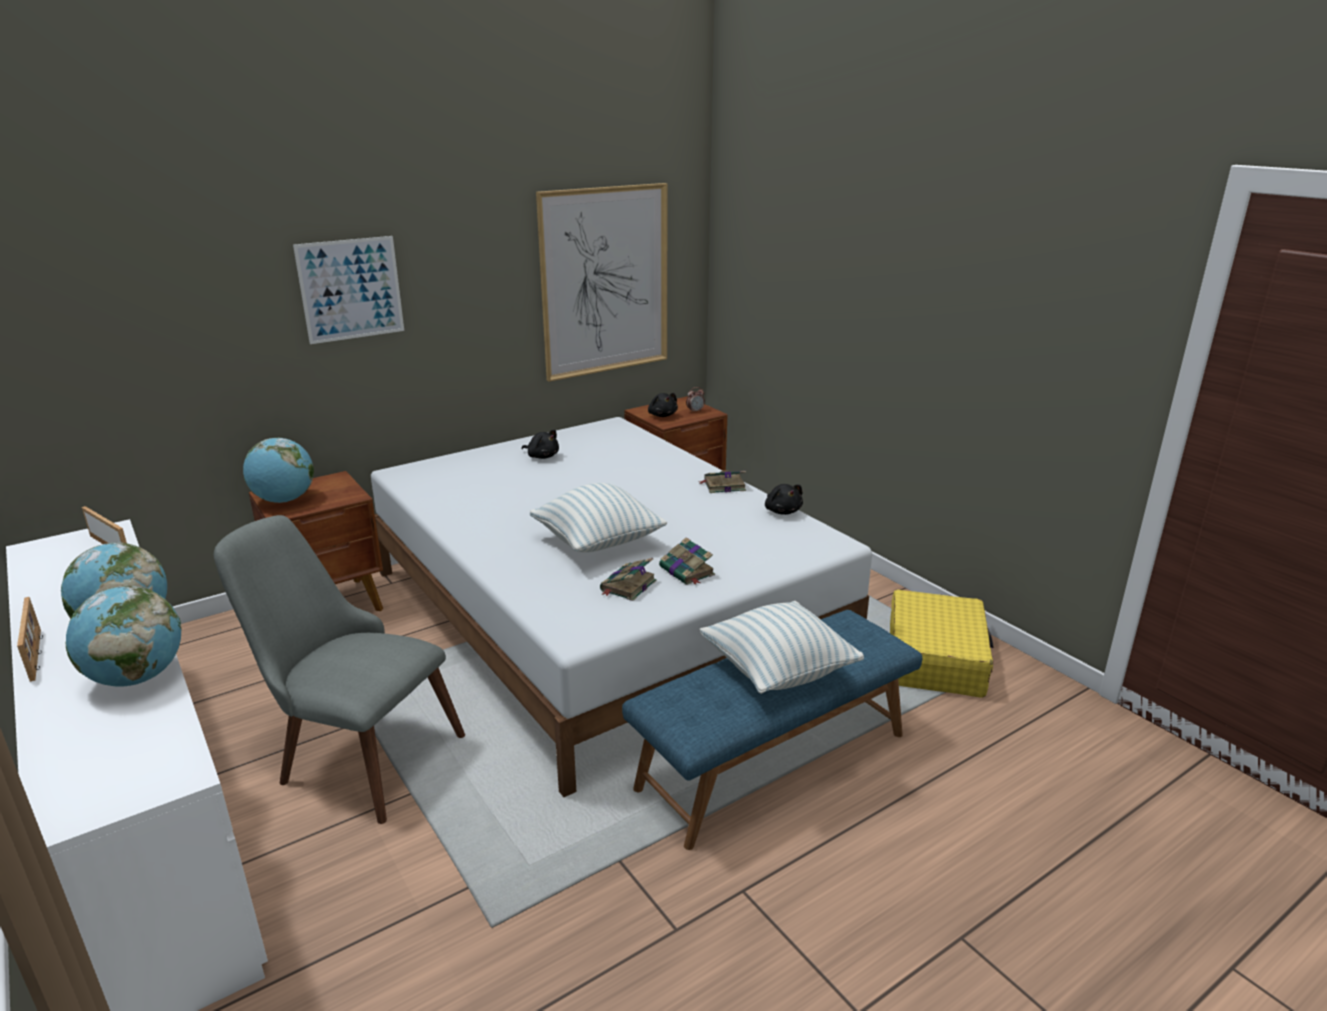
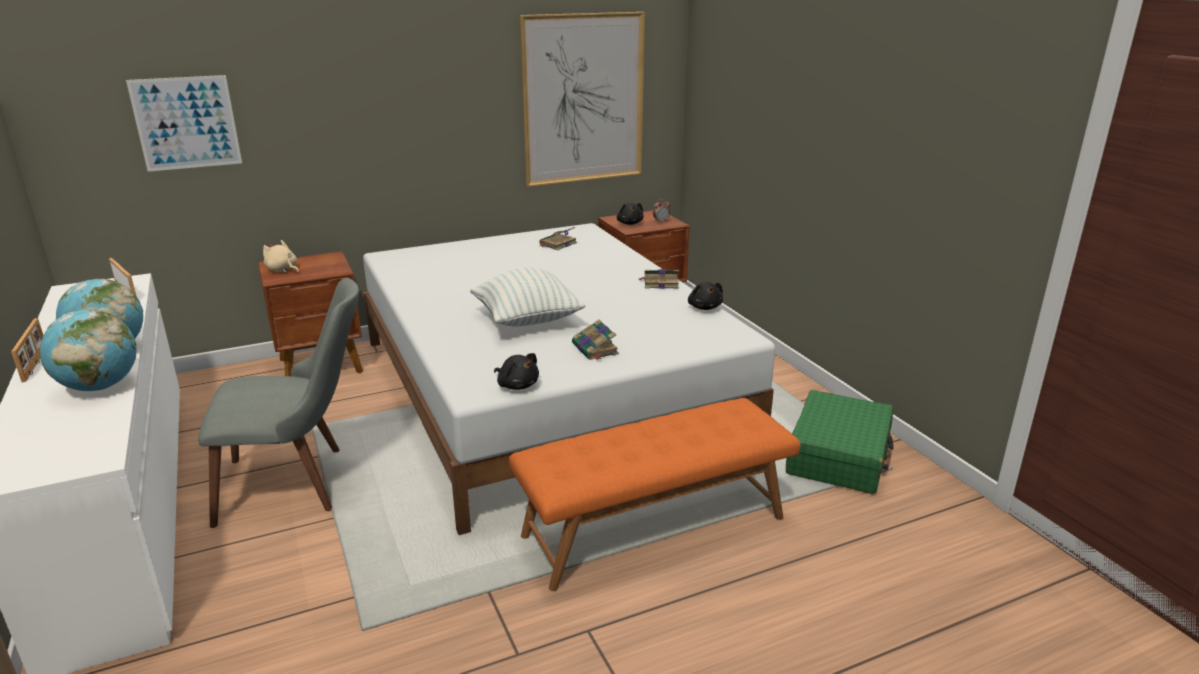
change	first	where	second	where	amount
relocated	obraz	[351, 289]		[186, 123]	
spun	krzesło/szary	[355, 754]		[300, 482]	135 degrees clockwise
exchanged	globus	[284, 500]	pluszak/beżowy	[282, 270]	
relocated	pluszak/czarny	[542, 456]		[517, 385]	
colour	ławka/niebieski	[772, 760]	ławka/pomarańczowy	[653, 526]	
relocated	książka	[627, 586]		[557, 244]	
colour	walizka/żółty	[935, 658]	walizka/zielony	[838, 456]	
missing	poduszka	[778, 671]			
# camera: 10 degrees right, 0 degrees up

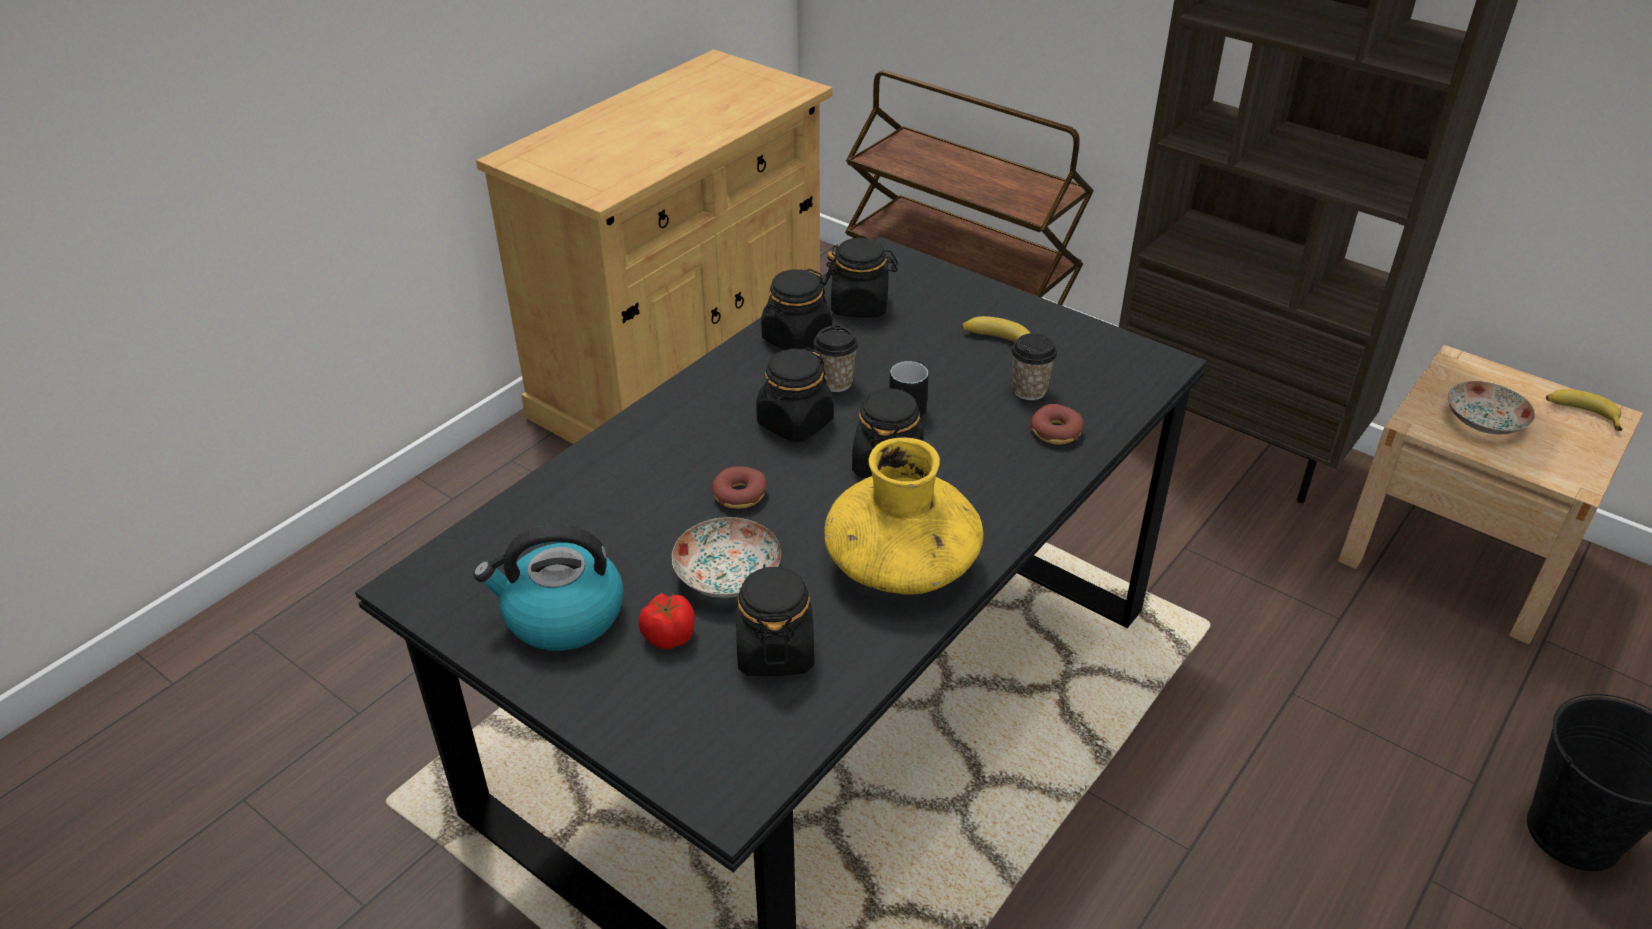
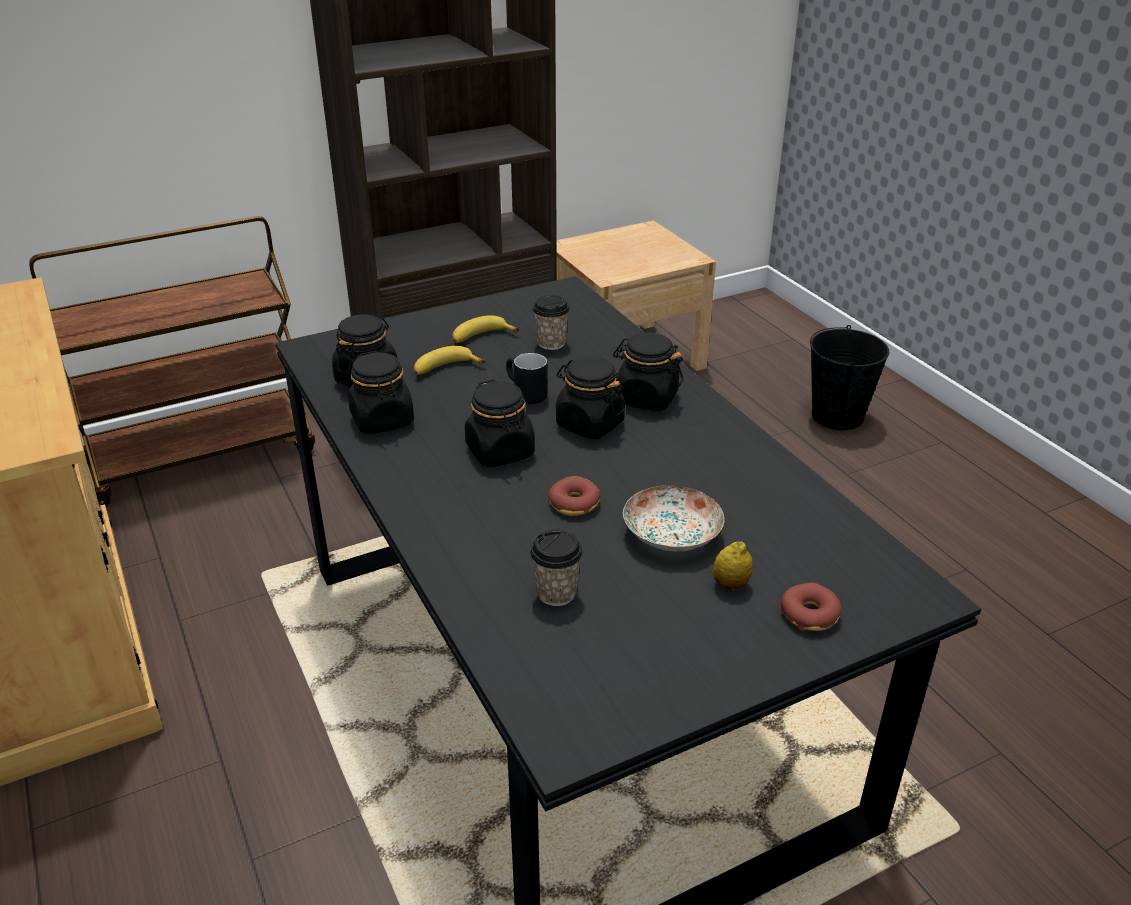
change	first	where	second	where	amount
relocated	banan	[1581, 413]		[445, 369]	
relocated	filiżanka	[835, 382]		[556, 593]	
relocated	słoik/czarny	[775, 651]		[646, 398]	
exchanged	pomidor	[668, 636]	cytryna	[730, 584]	
relocated	donut	[1056, 432]		[809, 614]	
missing	czajnik	[562, 616]			
missing	wazon/żółty	[901, 564]			
missing	talerz	[1482, 421]			
# camera: 65 degrees left, 5 degrees down

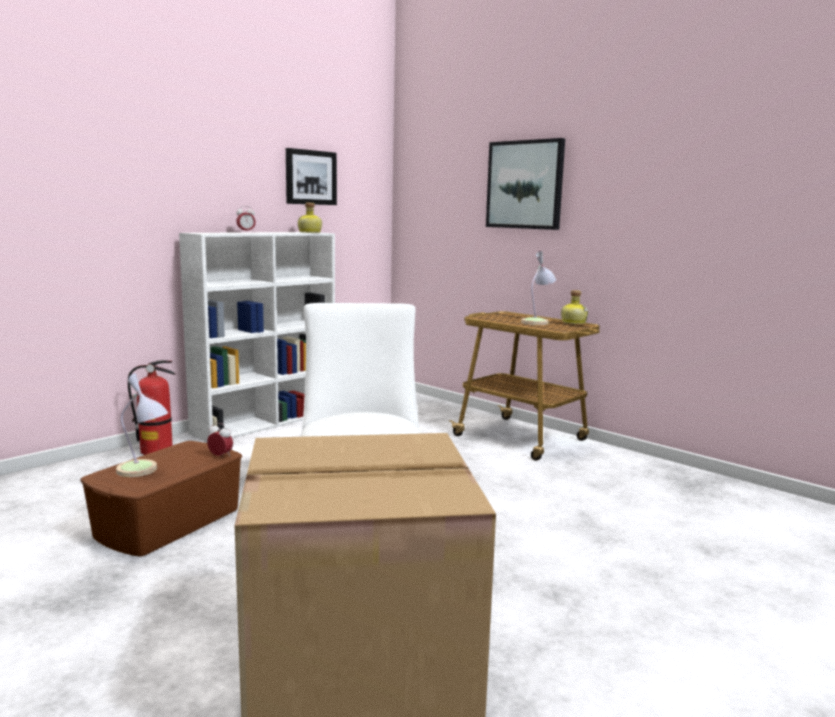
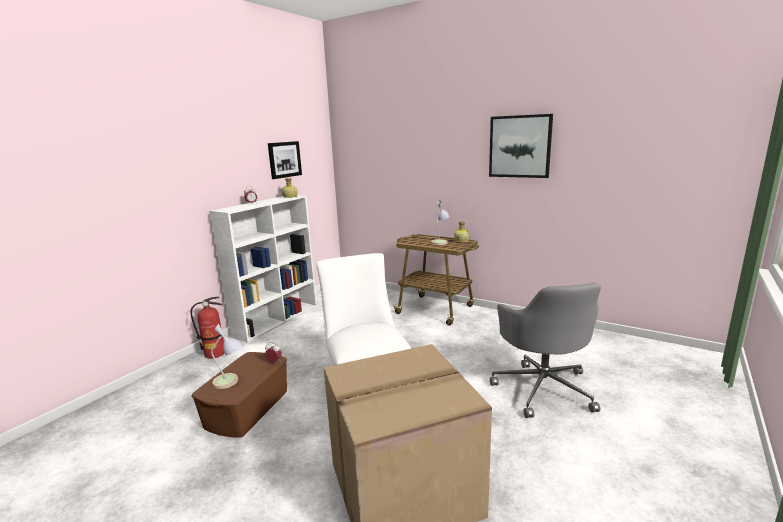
change	first	where	second	where	amount
relocated	obraz	[525, 185]		[520, 146]	
appeared			krzesło biurowe/szary	[543, 388]	
# camera: 10 degrees left, 5 degrees up

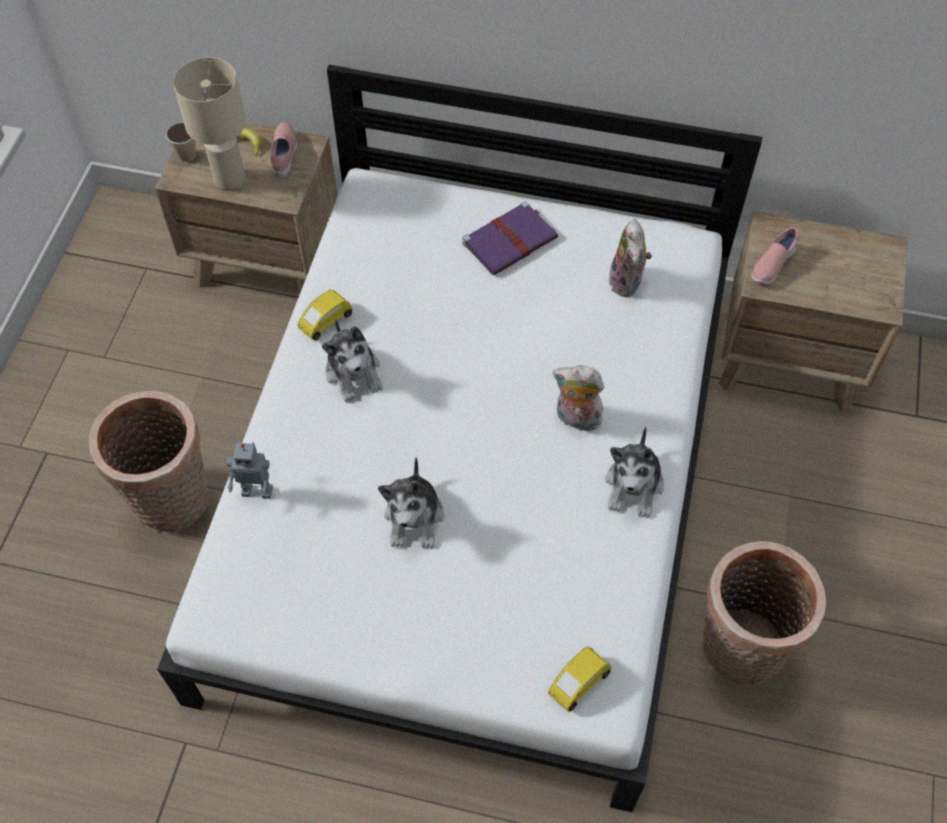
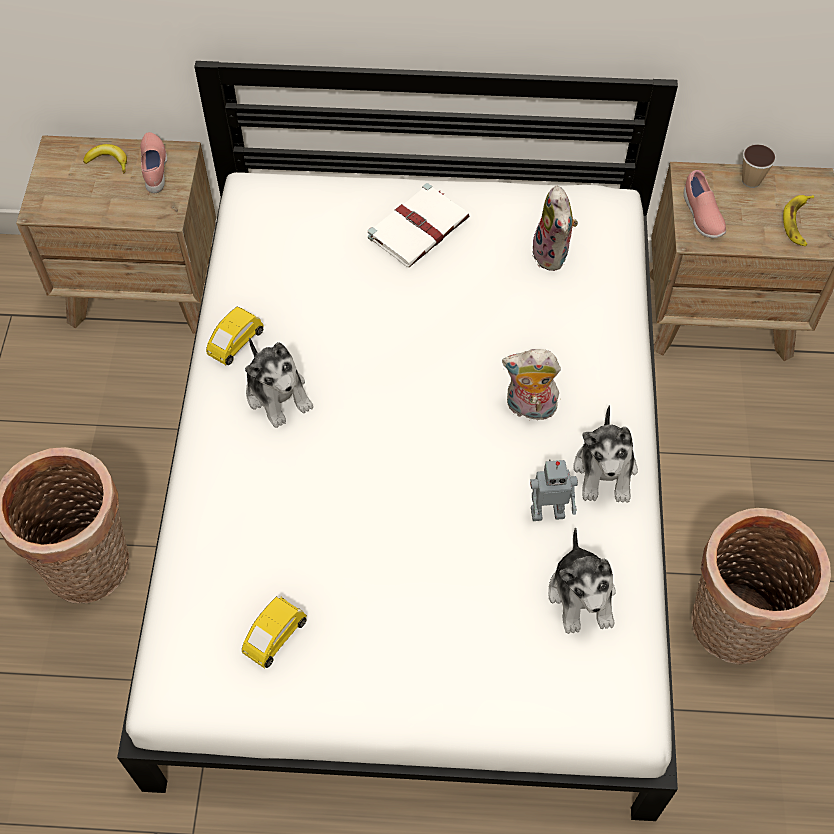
change	first	where	second	where	amount
relocated	samochodzik/żółty	[578, 682]		[274, 636]	
colour	książka/fioletowy	[511, 240]	książka/biały	[419, 227]	
relocated	robot zabawkowy	[257, 489]		[547, 511]	
relocated	pluszak	[414, 517]		[582, 595]	
spun	but/różowy	[771, 265]		[701, 216]	45 degrees counterclockwise
relocated	filiżanka	[187, 155]		[751, 180]	
appeared			banan	[798, 223]	
missing	lampa stołowa/beżowy	[229, 179]			
# camera: 10 degrees left, 0 degrees up

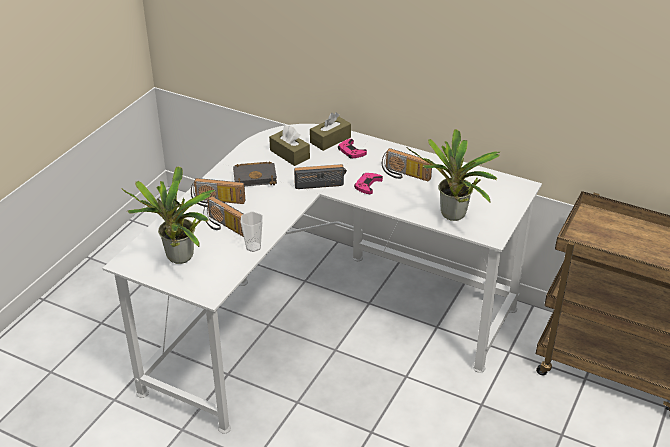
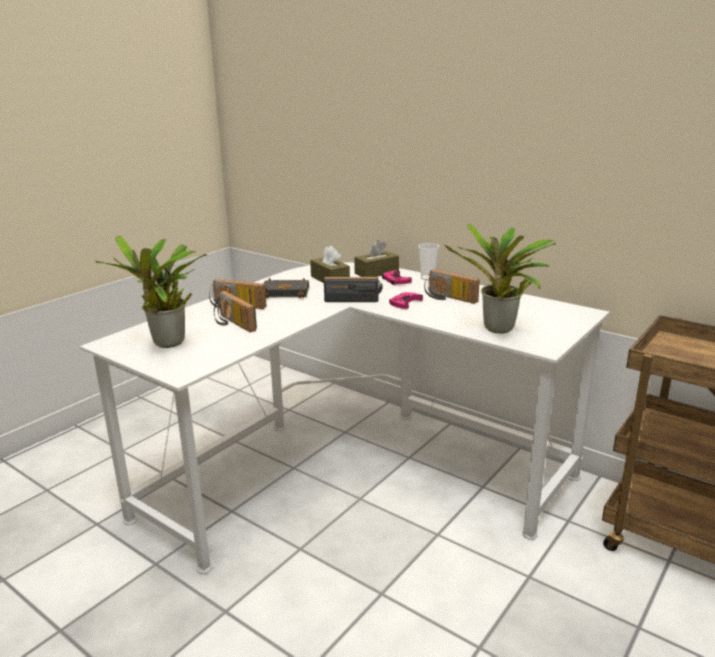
change	first	where	second	where	amount
relocated	filiżanka	[253, 247]		[428, 278]	
# camera: 10 degrees right, 15 degrees down

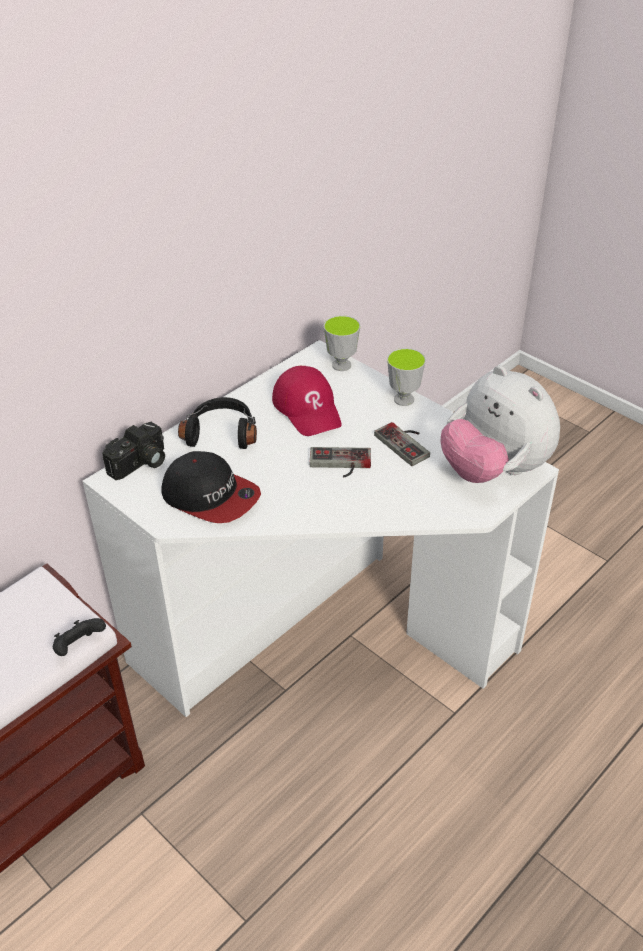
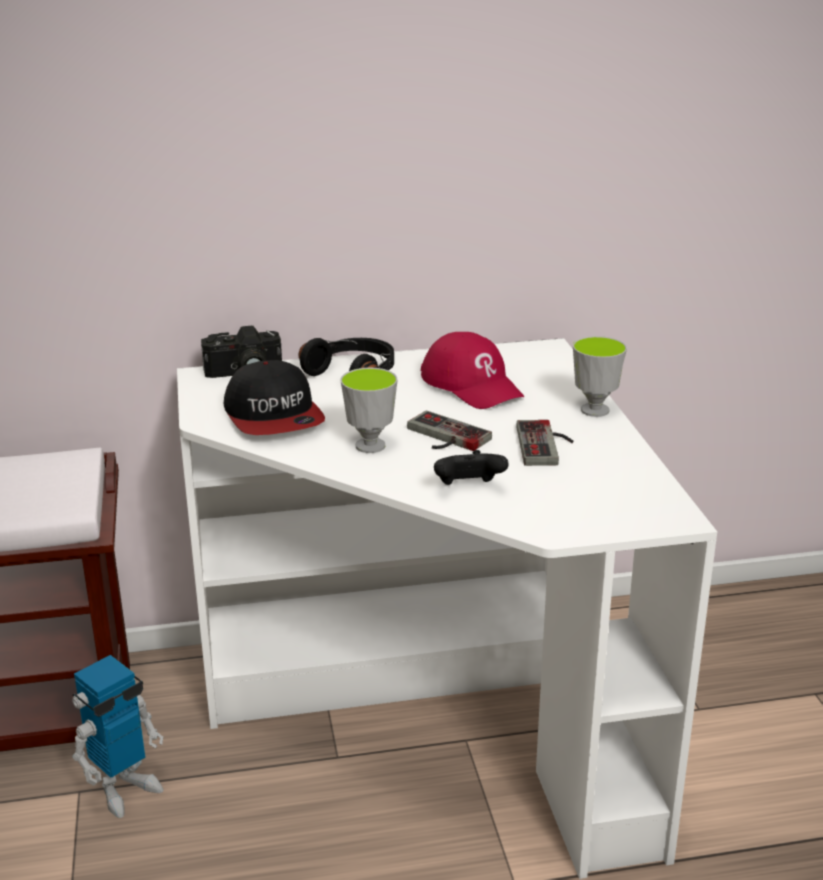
change	first	where	second	where	amount
appeared			robot zabawkowy	[125, 789]	
relocated	filiżanka	[341, 365]		[370, 446]	
spun	czapka z daszkiem/czerwony	[308, 408]		[472, 384]	45 degrees counterclockwise
relocated	pad do gier/czarny	[79, 647]		[468, 488]	
missing	pluszak	[494, 470]			
# camera: 35 degrees right, 15 degrees down

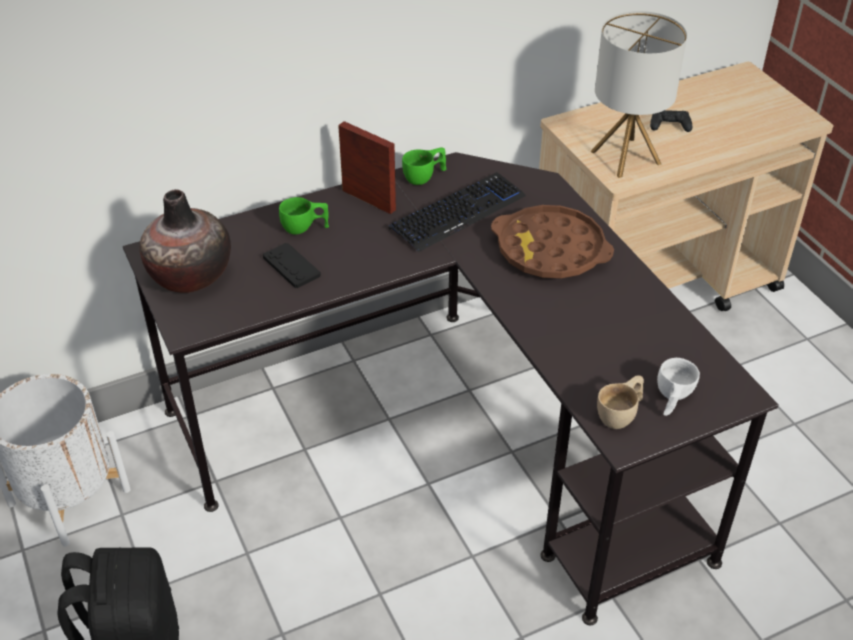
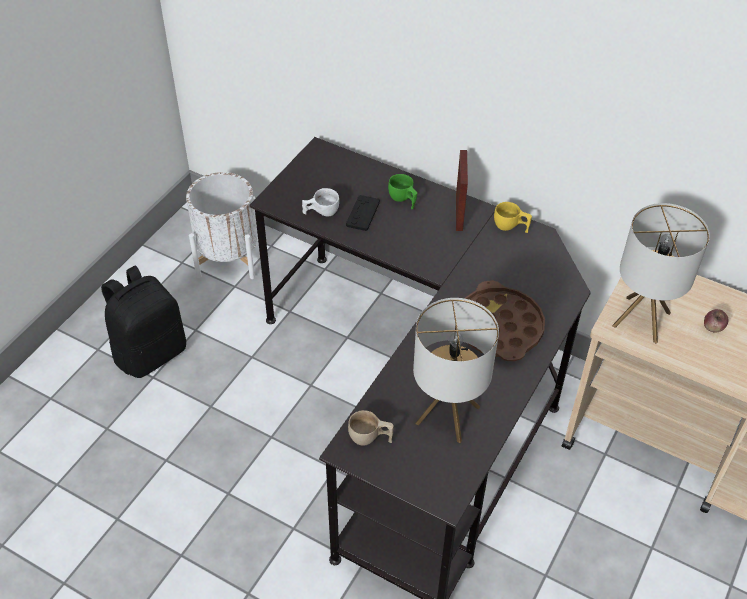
change	first	where	second	where	amount
relocated	filiżanka/biały	[672, 398]		[321, 212]	
appeared			lampa stołowa	[447, 415]	
colour	filiżanka/zielony	[425, 177]	filiżanka/żółty	[510, 227]	
exchanged	pad do gier/czarny	[669, 125]	jabłko	[713, 327]	
missing	wazon	[190, 275]			
missing	klawiatura	[458, 213]			
# camera: 55 degrees right, 5 degrees up

